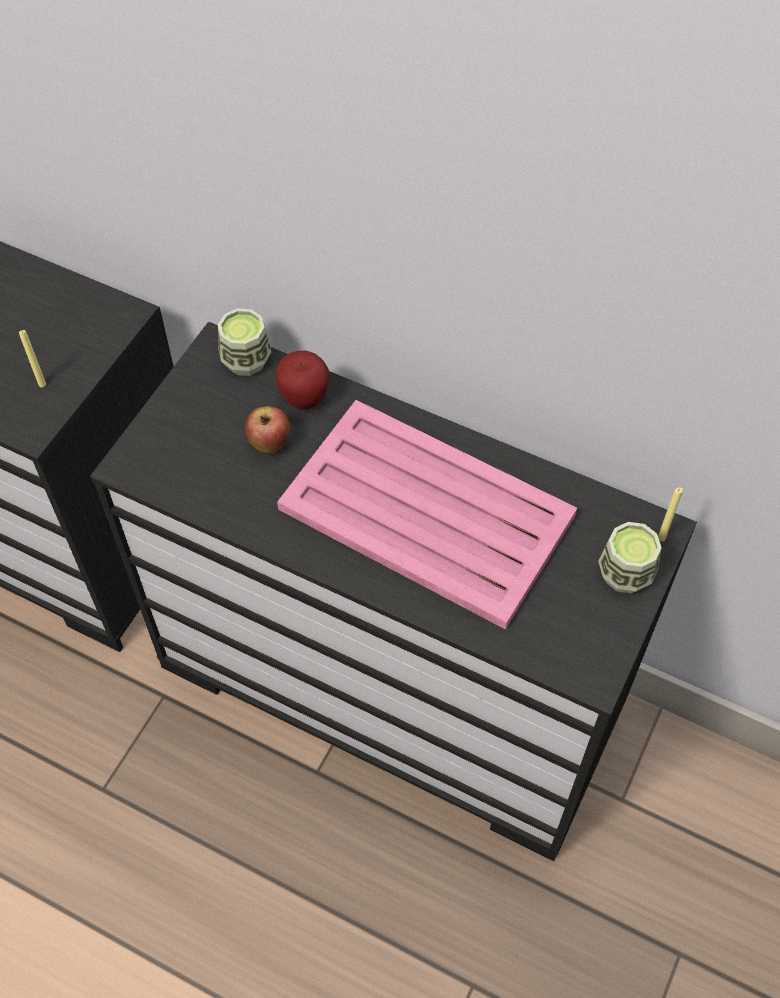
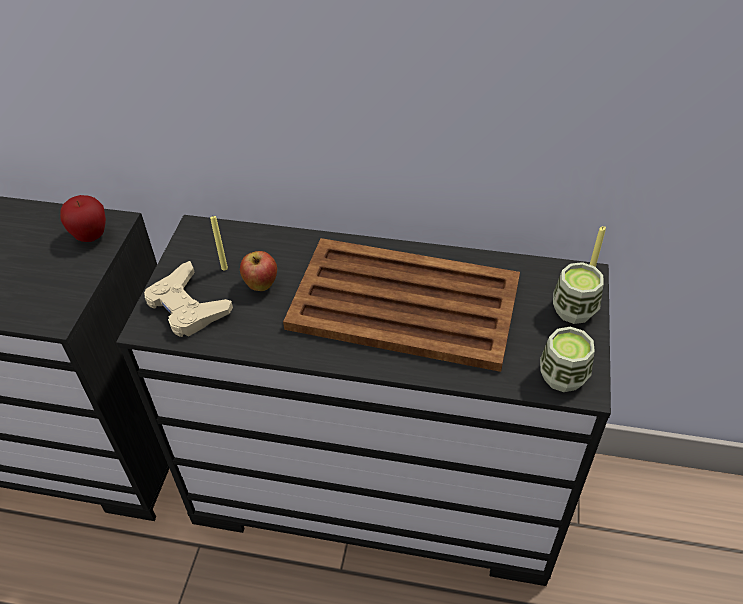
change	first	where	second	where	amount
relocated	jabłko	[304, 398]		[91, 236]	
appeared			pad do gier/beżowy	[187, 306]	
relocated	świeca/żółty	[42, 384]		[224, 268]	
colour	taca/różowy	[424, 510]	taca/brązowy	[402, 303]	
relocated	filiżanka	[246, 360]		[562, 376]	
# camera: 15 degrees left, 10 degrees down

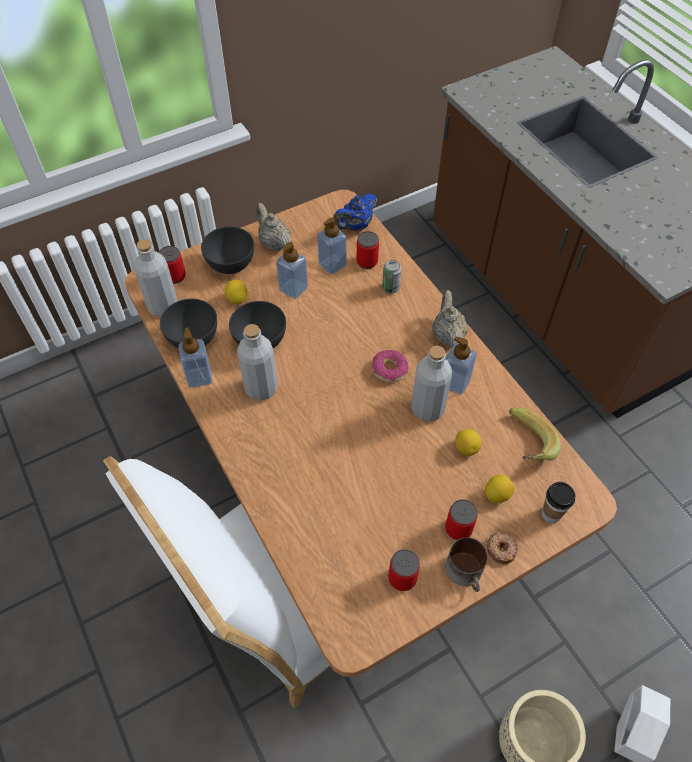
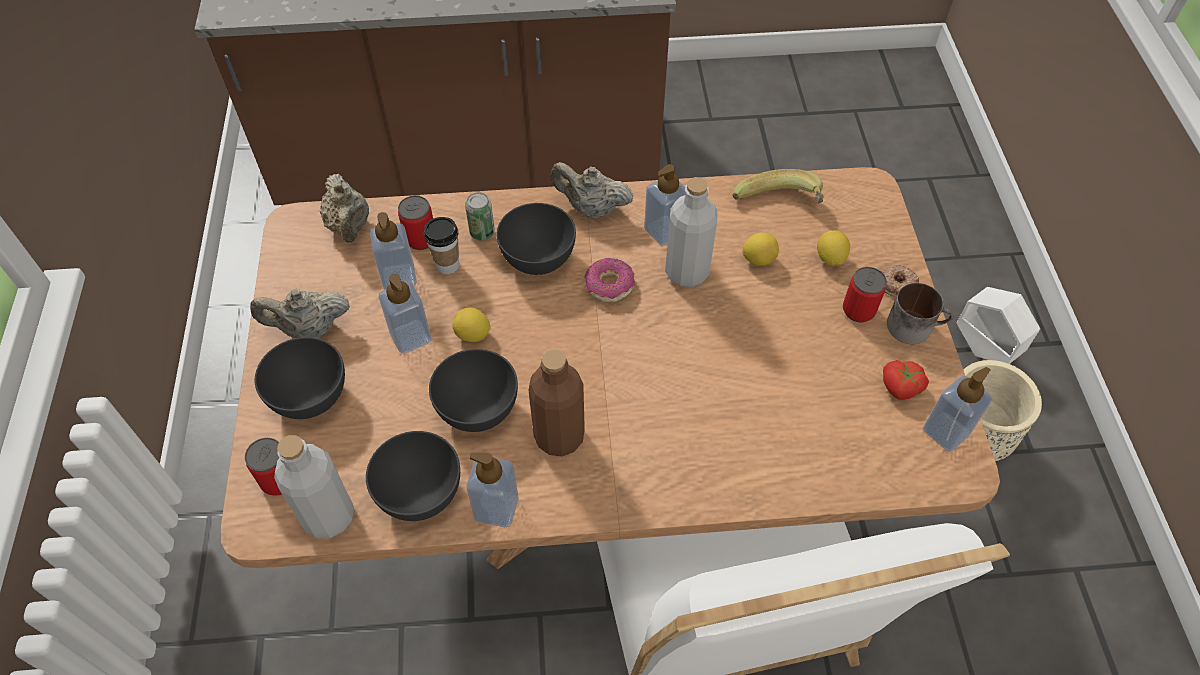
change	first	where	second	where	amount
colour	imbryk/niebieski	[355, 226]	imbryk/beżowy	[349, 227]	
relocated	filiżanka	[551, 514]		[447, 265]	
relocated	cytryna	[237, 299]		[472, 335]	
appeared			miska/szary	[538, 258]	
colour	butelka/szary	[261, 388]	butelka/brązowy	[559, 436]	
exchanged	puszka	[402, 578]	pomidor	[900, 388]	
appeared			dozownik mydła	[945, 431]	
# camera: 65 degrees left, 0 degrees up

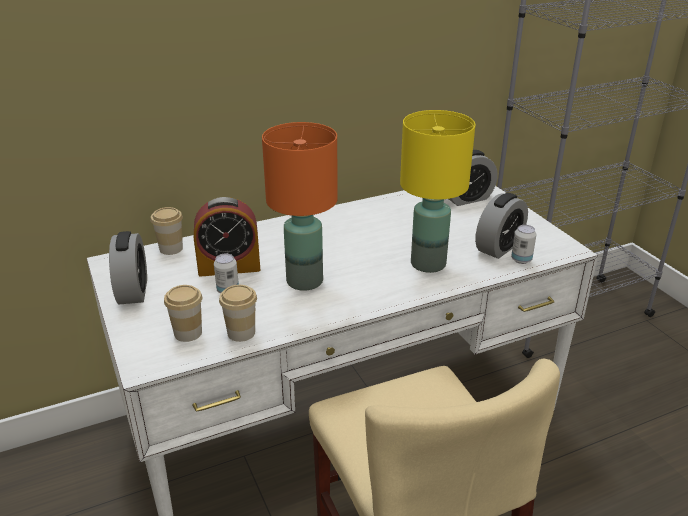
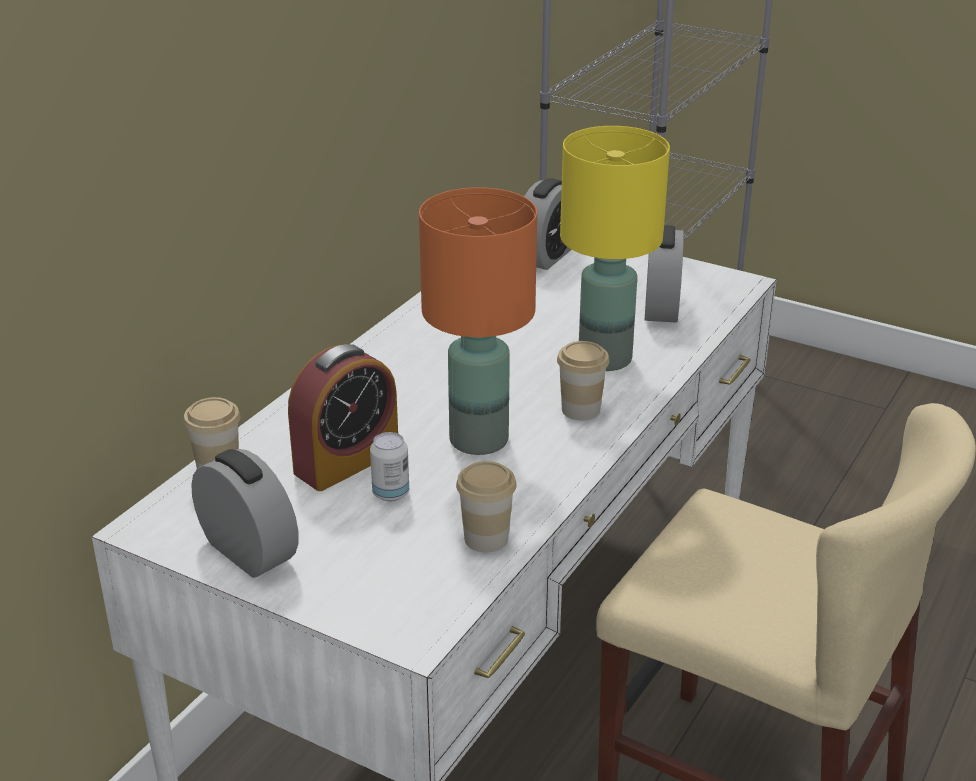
change	first	where	second	where	amount
relocated	filiżanka	[188, 333]		[580, 410]	
missing	puszka	[521, 260]			
# camera: 35 degrees left, 0 degrees up

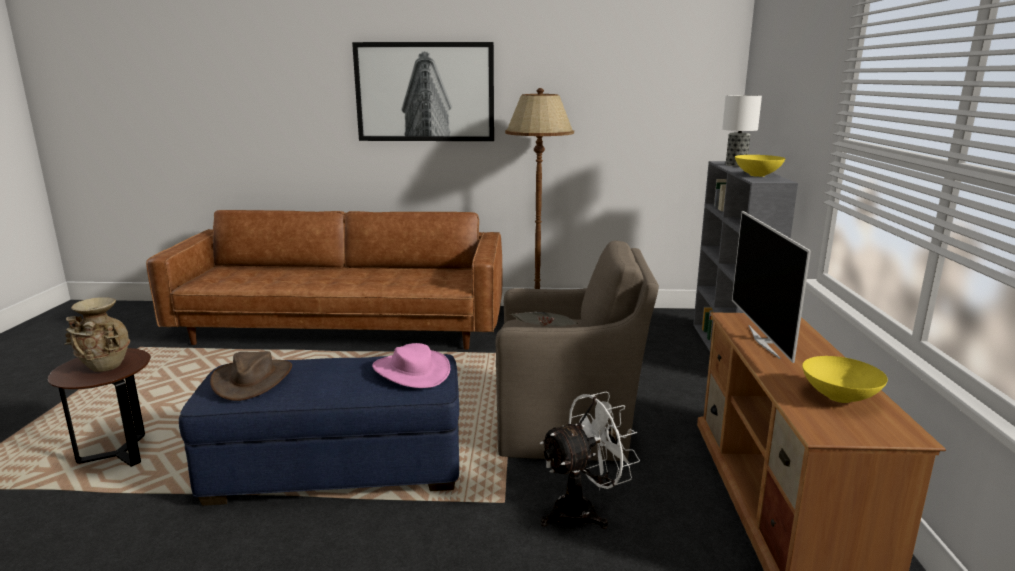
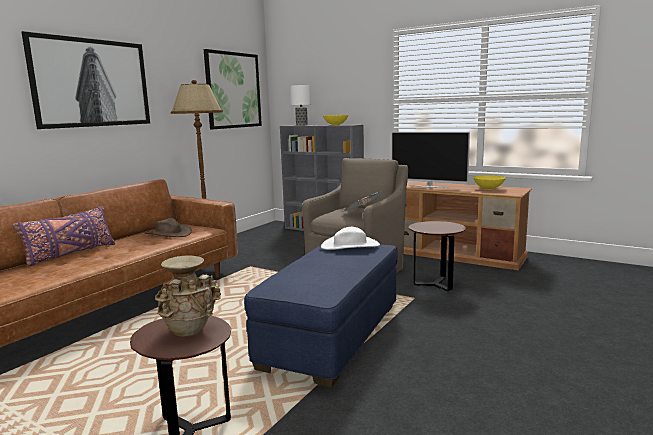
change	first	where	second	where	amount
appeared			poduszka/fioletowy	[70, 254]	
relocated	kapelusz/brązowy	[252, 379]		[168, 234]	
appeared			obraz	[233, 90]	
colour	kapelusz/różowy	[411, 371]	kapelusz/biały	[350, 246]	
exchanged	wentylator/biały	[583, 511]	stolik/brązowy	[435, 285]	
# camera: 60 degrees left, 5 degrees down

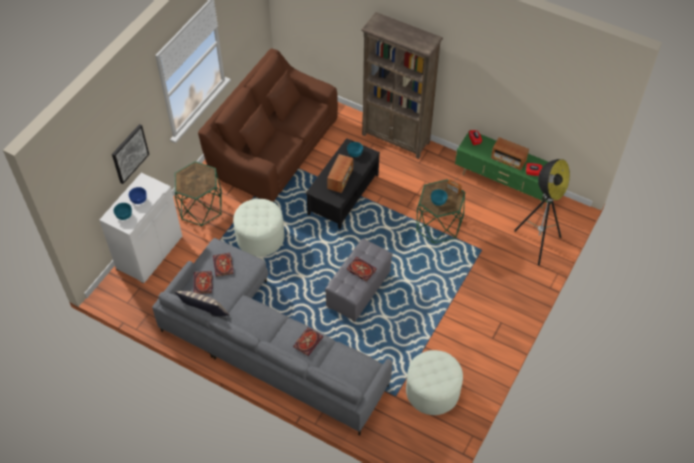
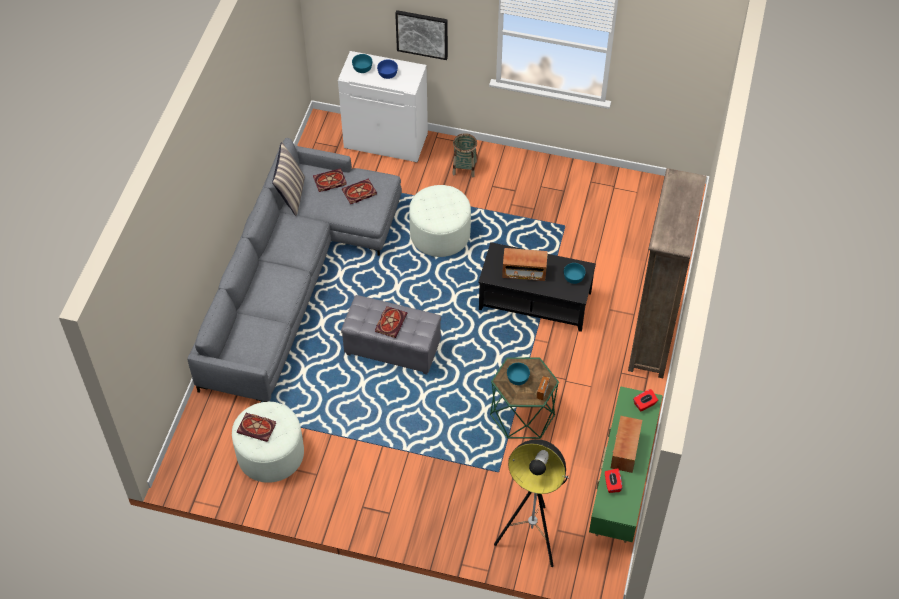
change	first	where	second	where	amount
relocated	książka	[308, 341]		[257, 428]	
exchanged	stolik/zielony	[201, 207]	koszyk	[464, 168]	
missing	kanapa/brązowy	[273, 149]			
# camera: 75 degrees right, 0 degrees up

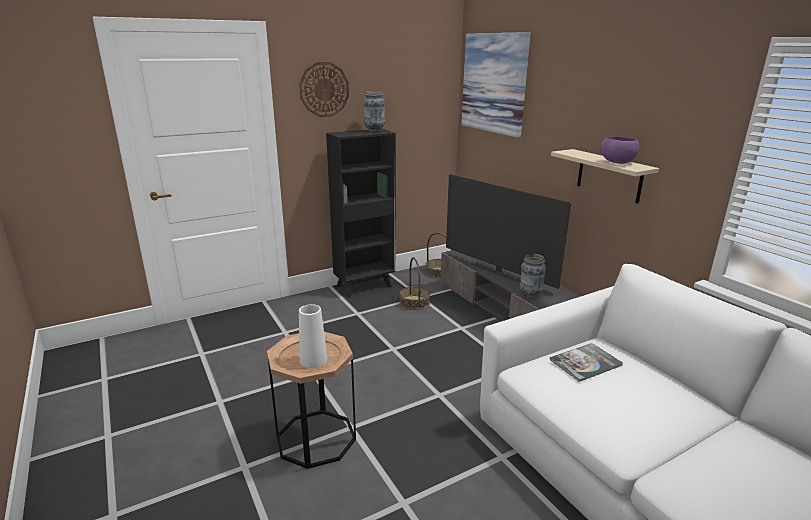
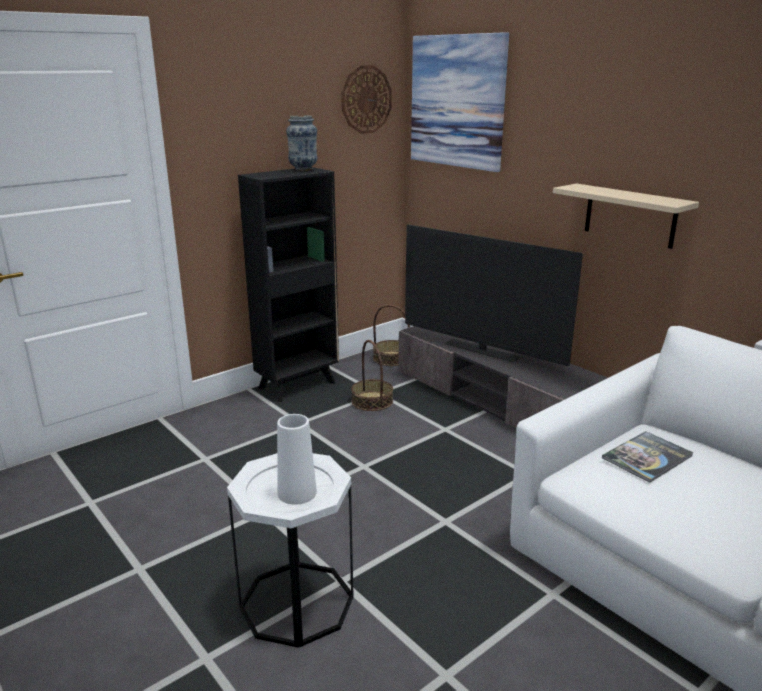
change	first	where	second	where	amount
colour	stolik/brązowy	[316, 438]	stolik/biały	[297, 603]	
relocated	zegar ścienny	[324, 89]		[366, 99]	
missing	wazon	[530, 294]			
missing	miska/fioletowy	[616, 163]			
# camera: 10 degrees left, 0 degrees up

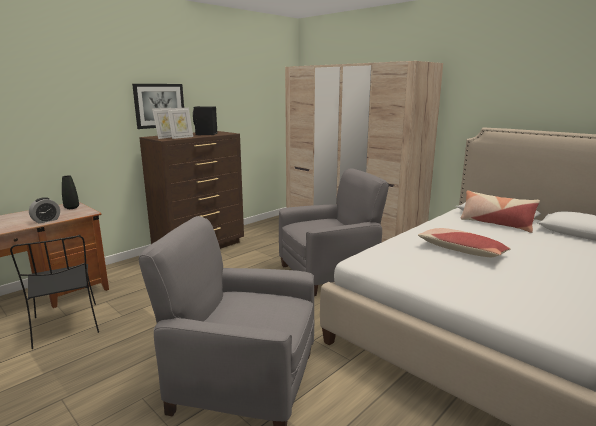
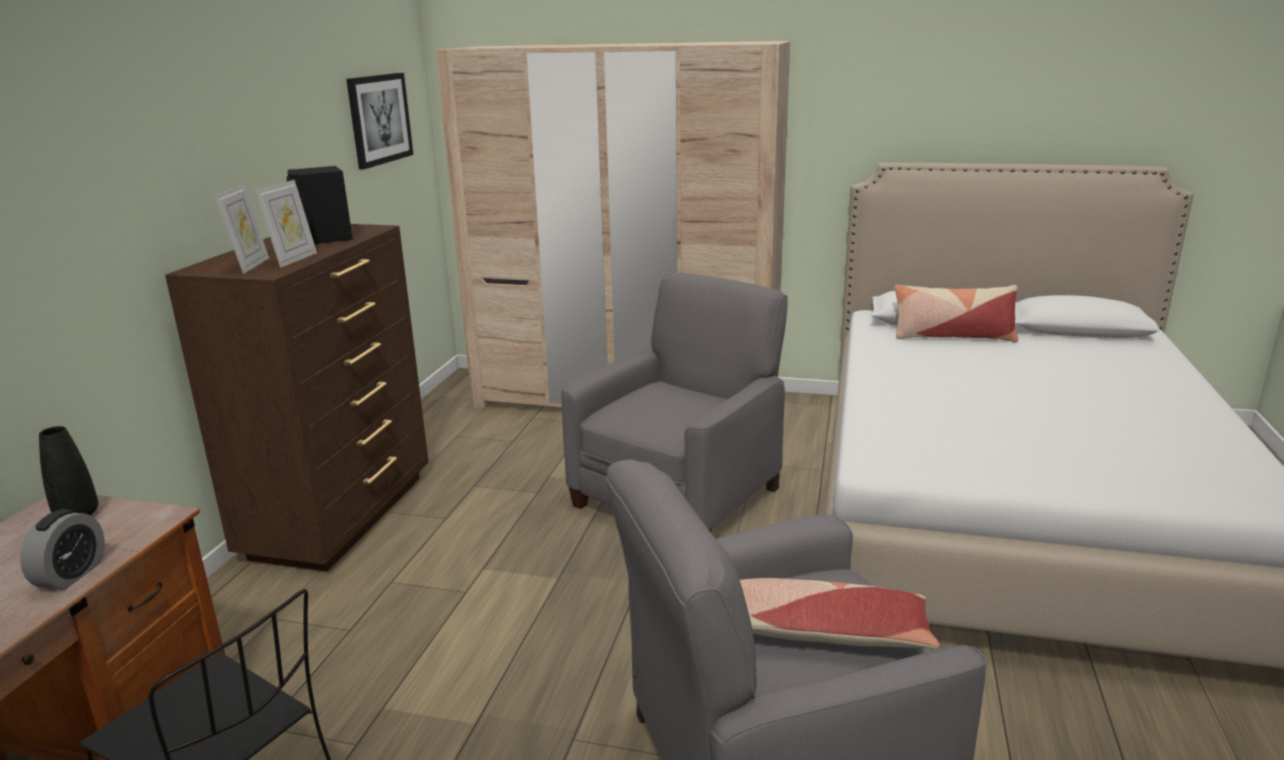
change	first	where	second	where	amount
relocated	obraz	[159, 105]		[379, 119]	
relocated	poduszka	[461, 251]		[821, 632]	
# camera: 30 degrees left, 5 degrees up

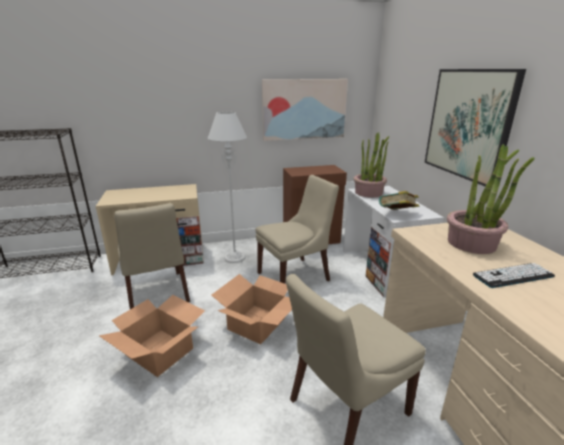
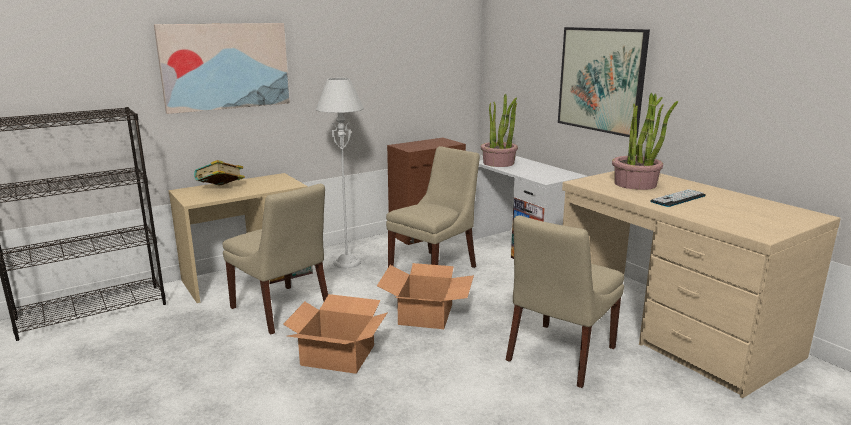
change	first	where	second	where	amount
relocated	obraz	[304, 109]		[225, 66]	
relocated	książka	[397, 214]		[220, 189]	
# camera: 20 degrees left, 5 degrees down

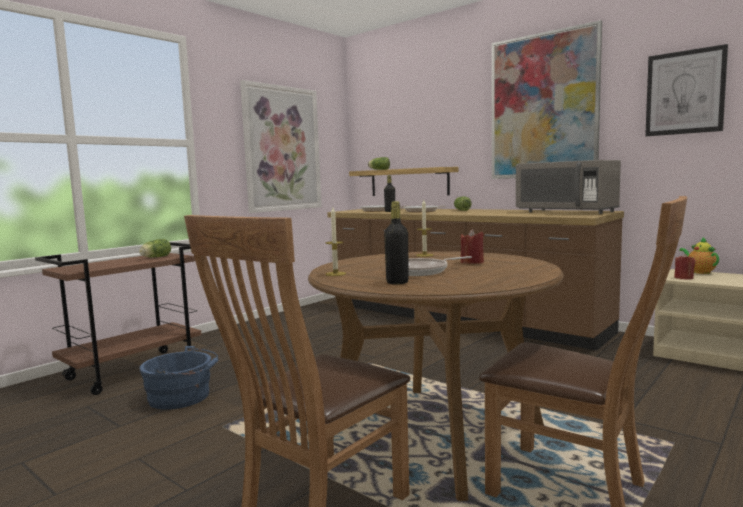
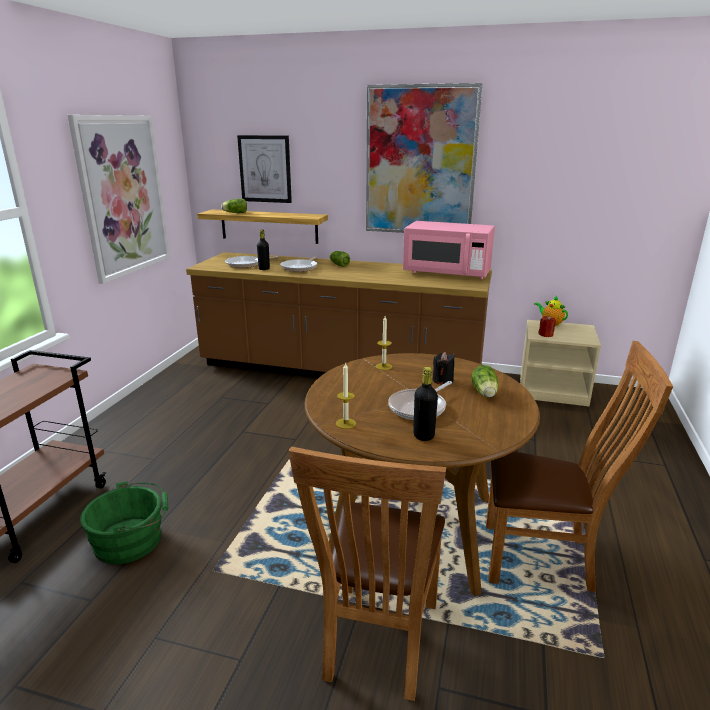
change	first	where	second	where	amount
colour	wiadro/niebieski	[183, 397]	wiadro/zielony	[132, 540]	
relocated	obraz	[685, 92]		[265, 169]	
colour	mikrofalówka/szary	[566, 212]	mikrofalówka/różowy	[447, 273]	
colour	świeca/czerwony	[472, 262]	świeca/czarny	[442, 380]	
relocated	sałata	[155, 257]		[484, 393]	
# camera: 25 degrees left, 15 degrees up

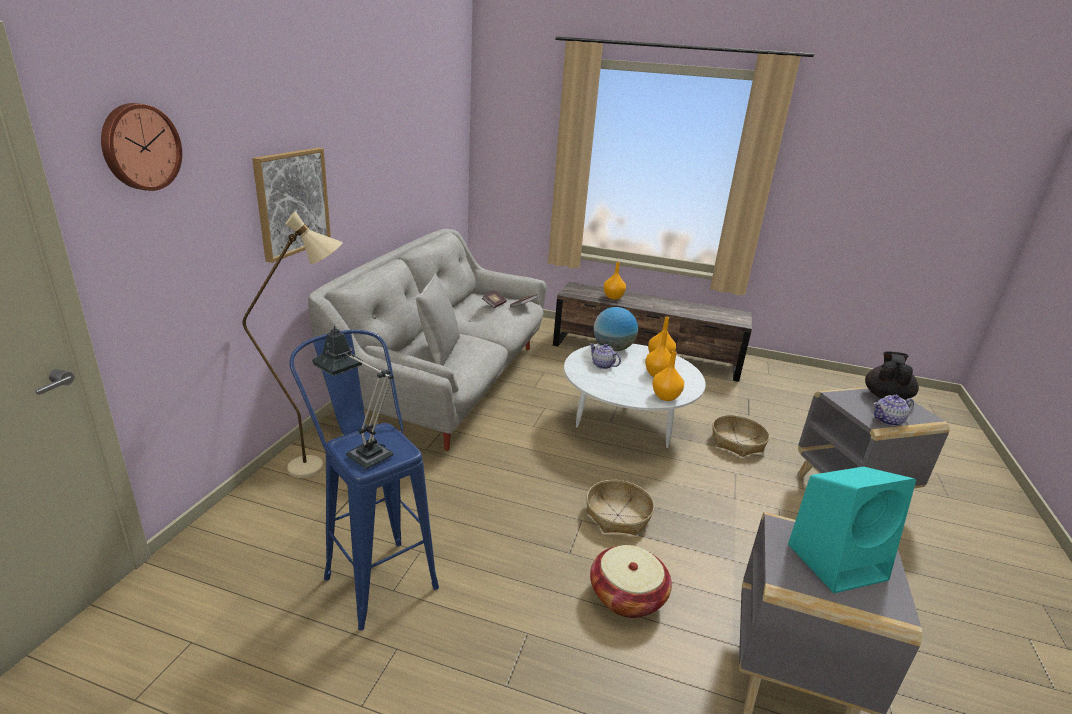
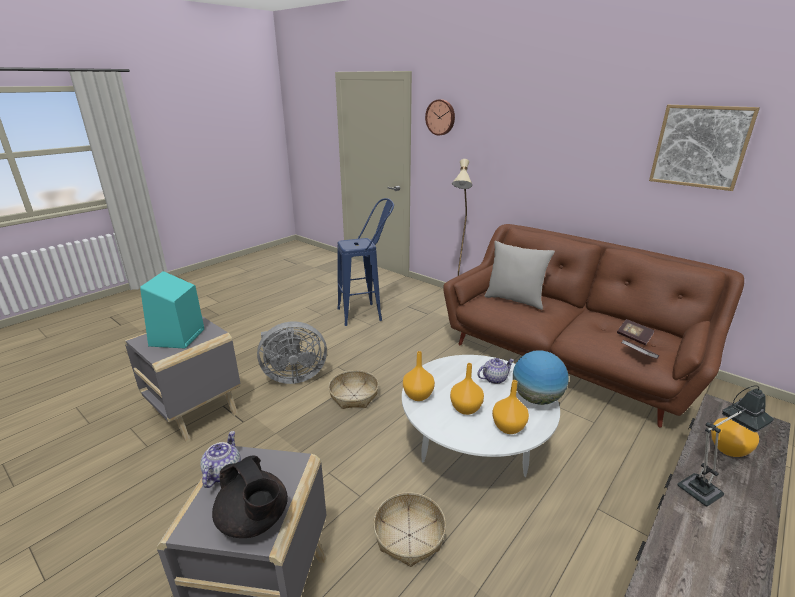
change	first	where	second	where	amount
exchanged	koszyk	[627, 596]	wentylator/szary	[293, 376]	
colour	kanapa/szary	[447, 380]	kanapa/brązowy	[567, 360]	
relocated	obraz	[292, 202]		[700, 146]	
relocated	lampa stołowa	[363, 452]		[705, 487]	
# camera: 115 degrees right, 0 degrees up

